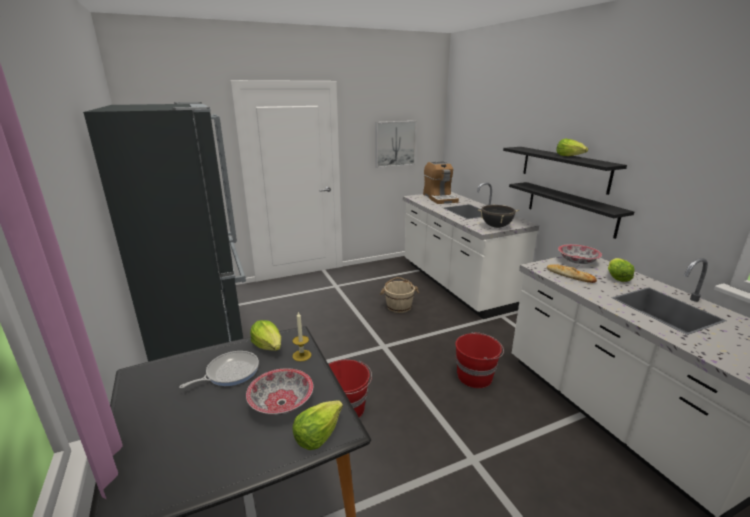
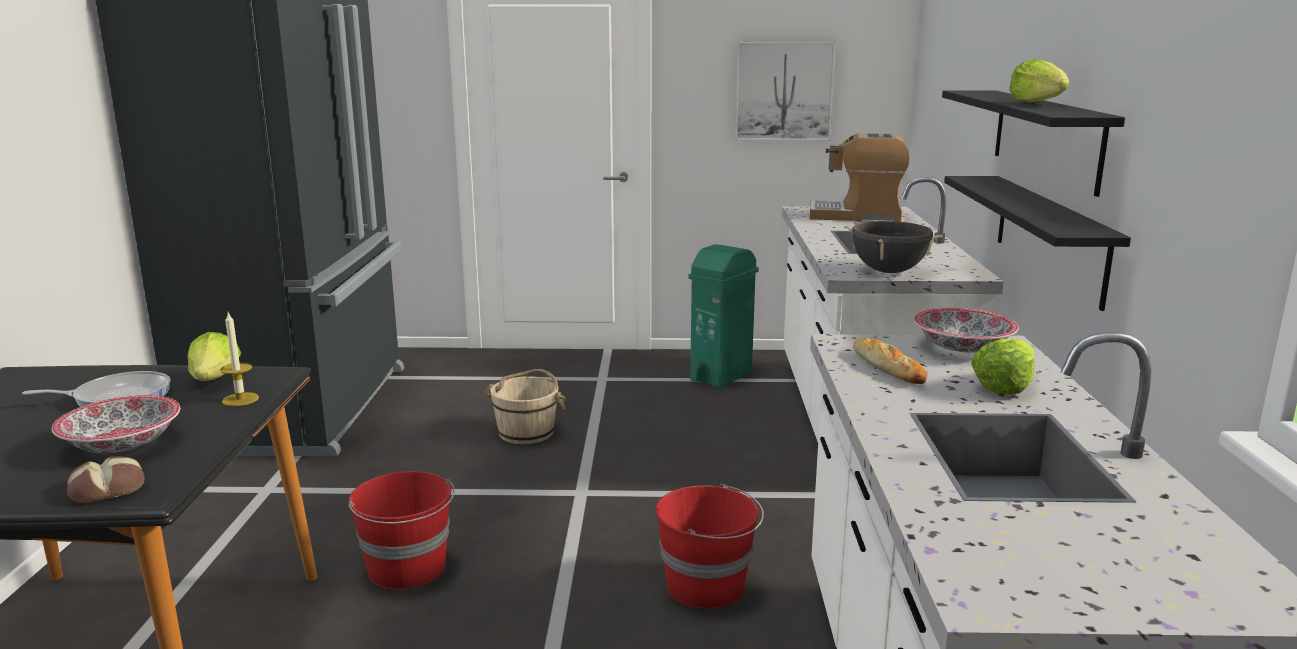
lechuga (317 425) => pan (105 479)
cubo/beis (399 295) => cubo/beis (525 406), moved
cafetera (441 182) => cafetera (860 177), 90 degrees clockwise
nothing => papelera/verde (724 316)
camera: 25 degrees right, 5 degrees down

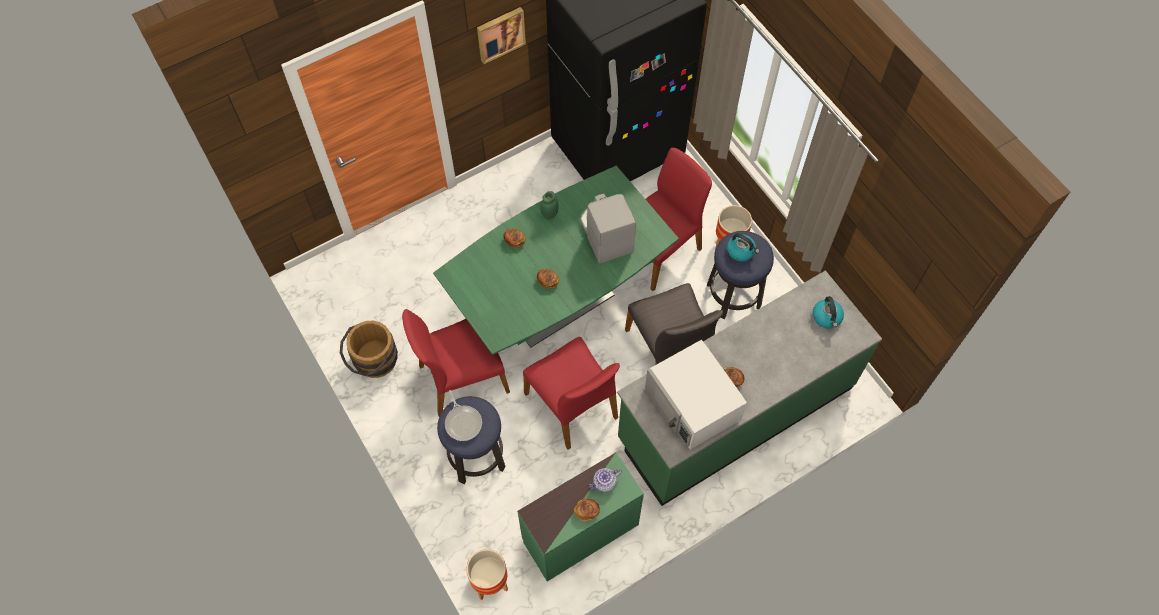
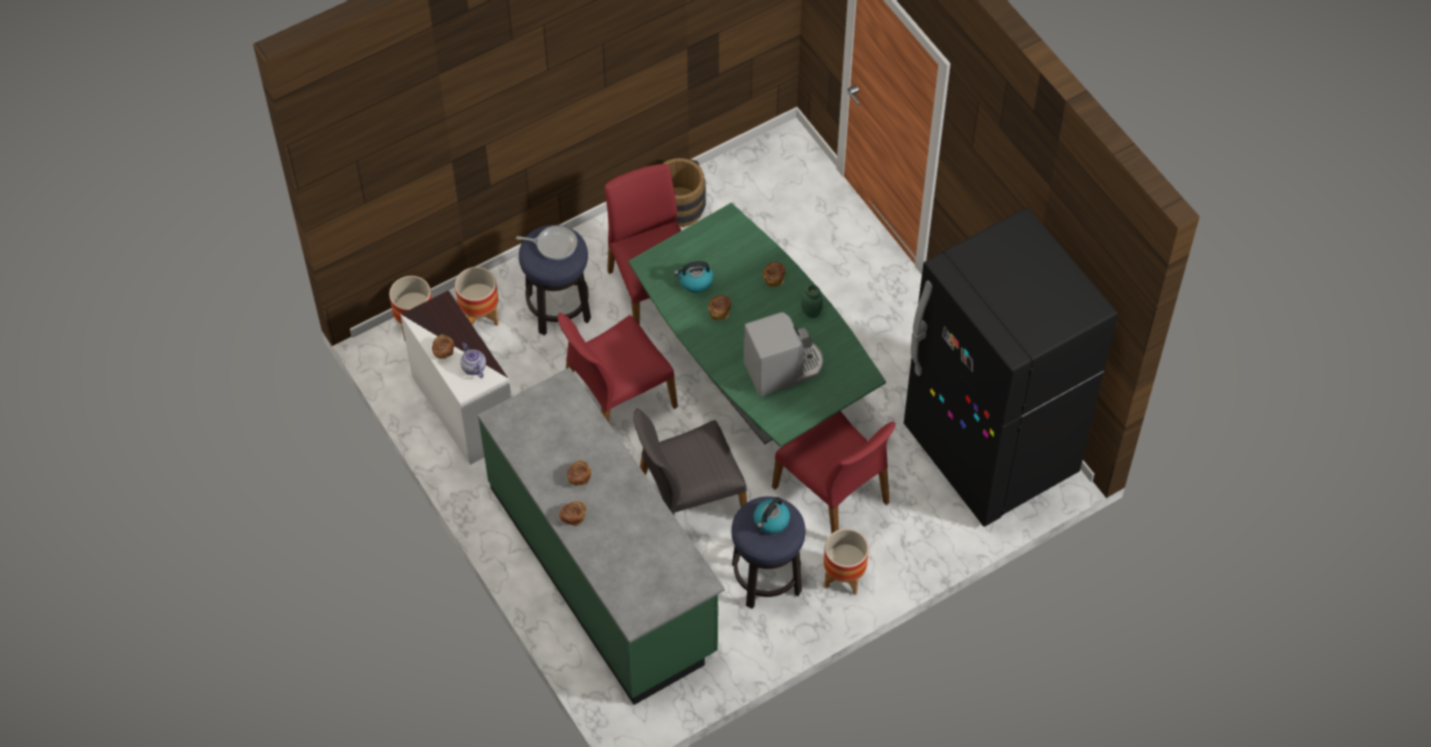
sartén (463 415) => sartén (546 243), 150 degrees counterclockwise
cuadro (501 35) => nothing
cómoda/verde (580 517) => cómoda/blanco (455 377)
microondas/blanco (696 395) => nothing
hervidor (828 312) => hervidor (693 277), moved
nothing => maceta (477 296)
nothing => pan (572 513)
camera: 90 degrees right, 5 degrees down

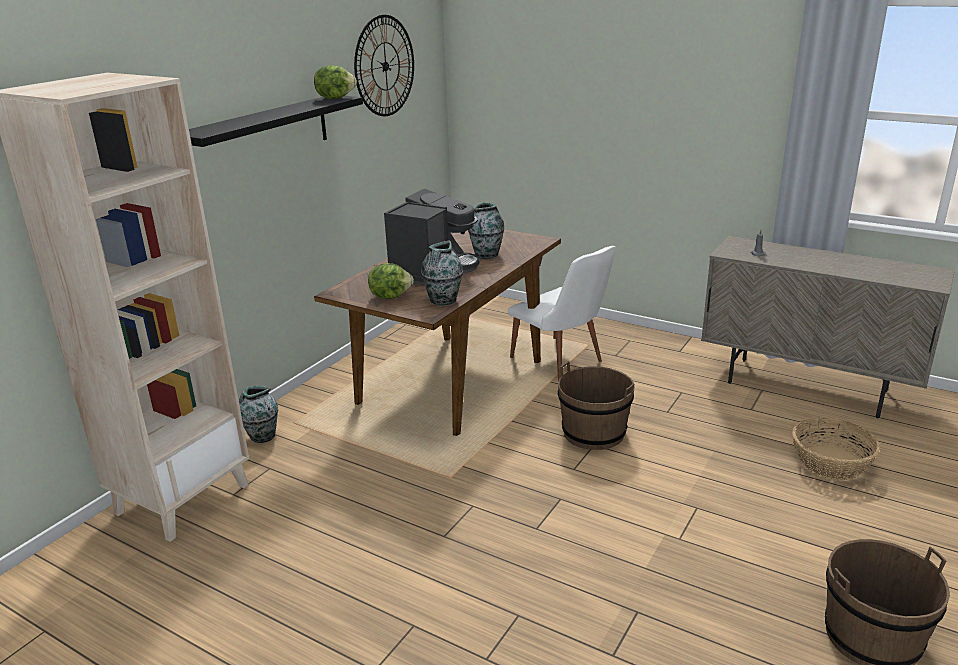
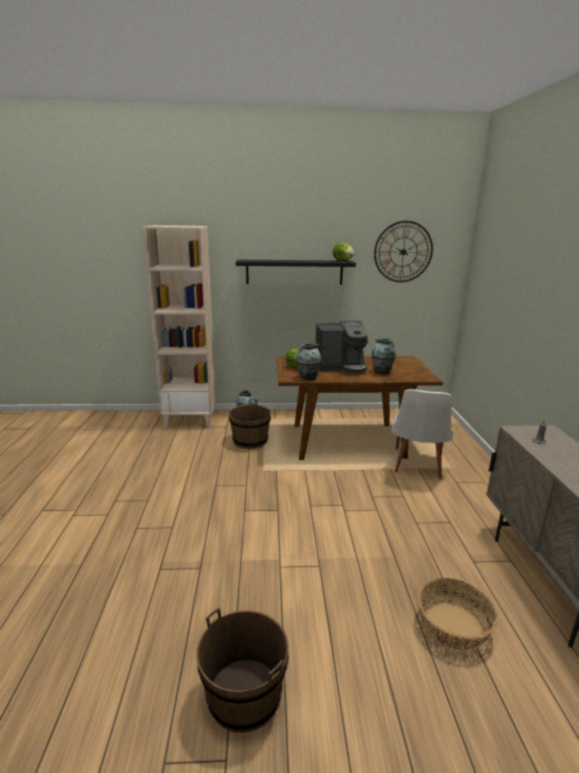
cubo/marrón (596 406) => cubo/marrón (250 424), moved
camera: 55 degrees right, 5 degrees down

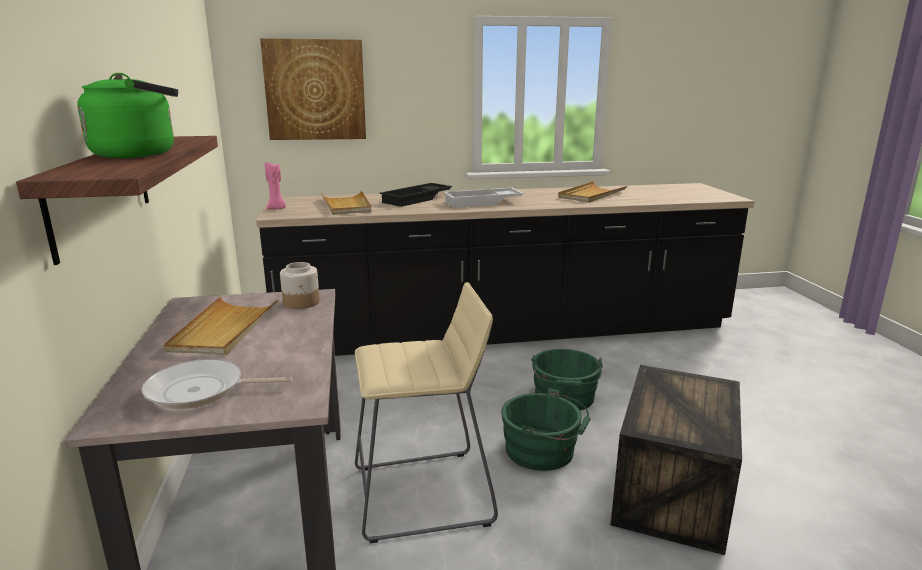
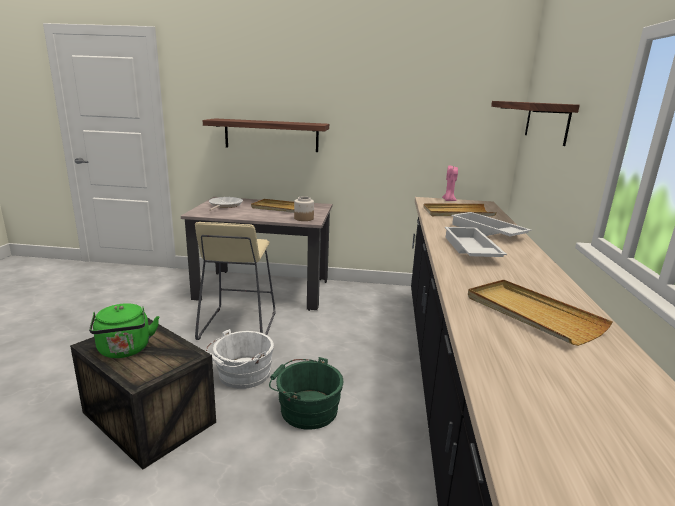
hervidor/verde (127 115) => hervidor/verde (124 330), moved
cuadro (313 89) => estante (535 123)
bandeja/negro (415 195) => bandeja/blanco (491 224)
cubo/verde (546 429) => cubo/blanco (240 359)
camera: 105 degrees right, 0 degrees up

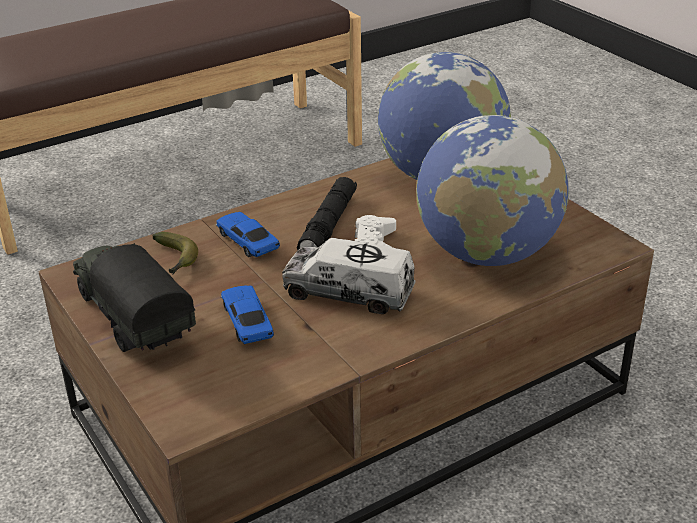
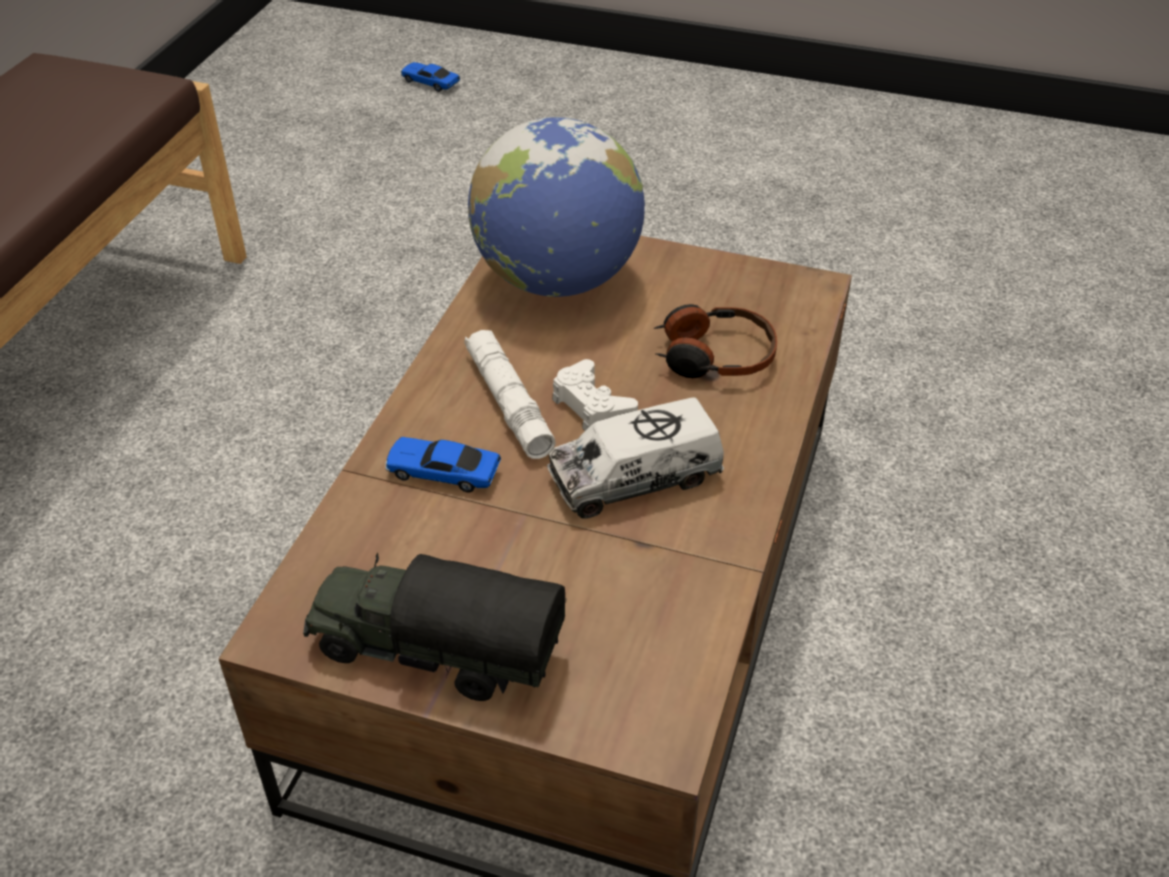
plátano (175 253) => nothing
coche de juguete (247 314) => coche de juguete (430 77), moved
linterna/negro (327 213) => linterna/blanco (510 394)
globo terráqueo (492 190) => auriculares (715 341)
camera: 40 degrees left, 10 degrees up

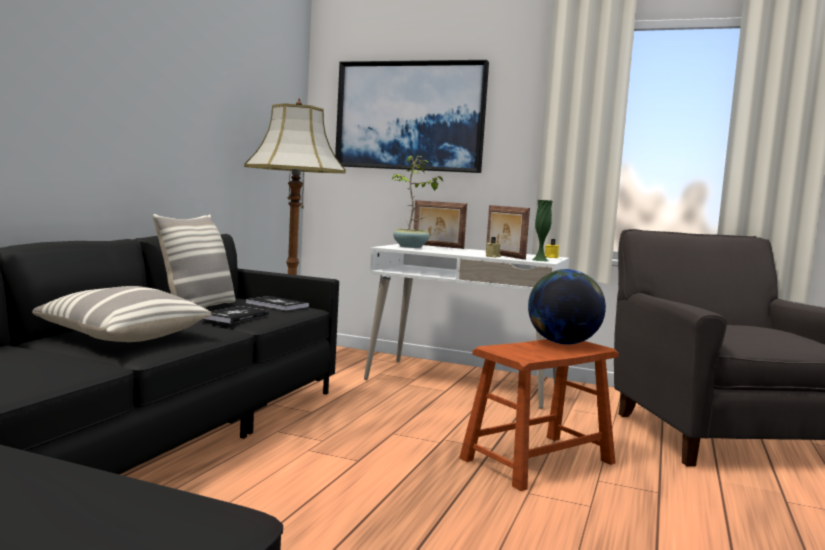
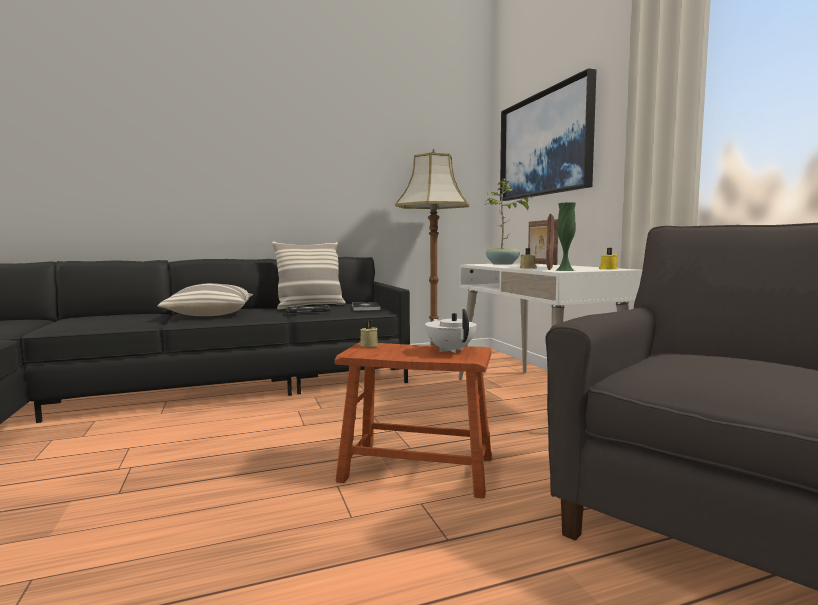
globo terráqueo (567 307) => tetera/blanco (451 331)
nothing => vela/beis (368 333)
camera: 50 degrees right, 0 degrees up

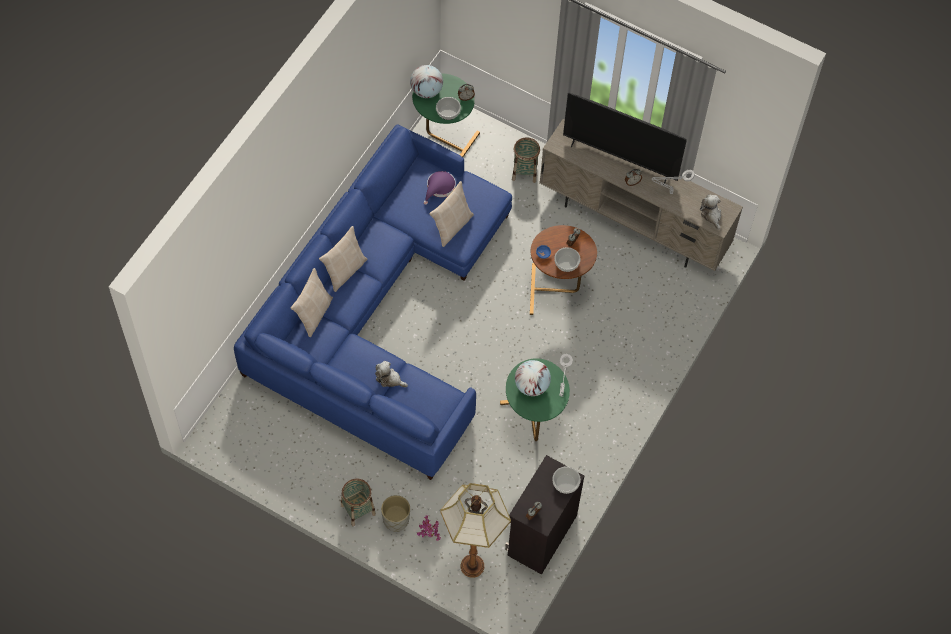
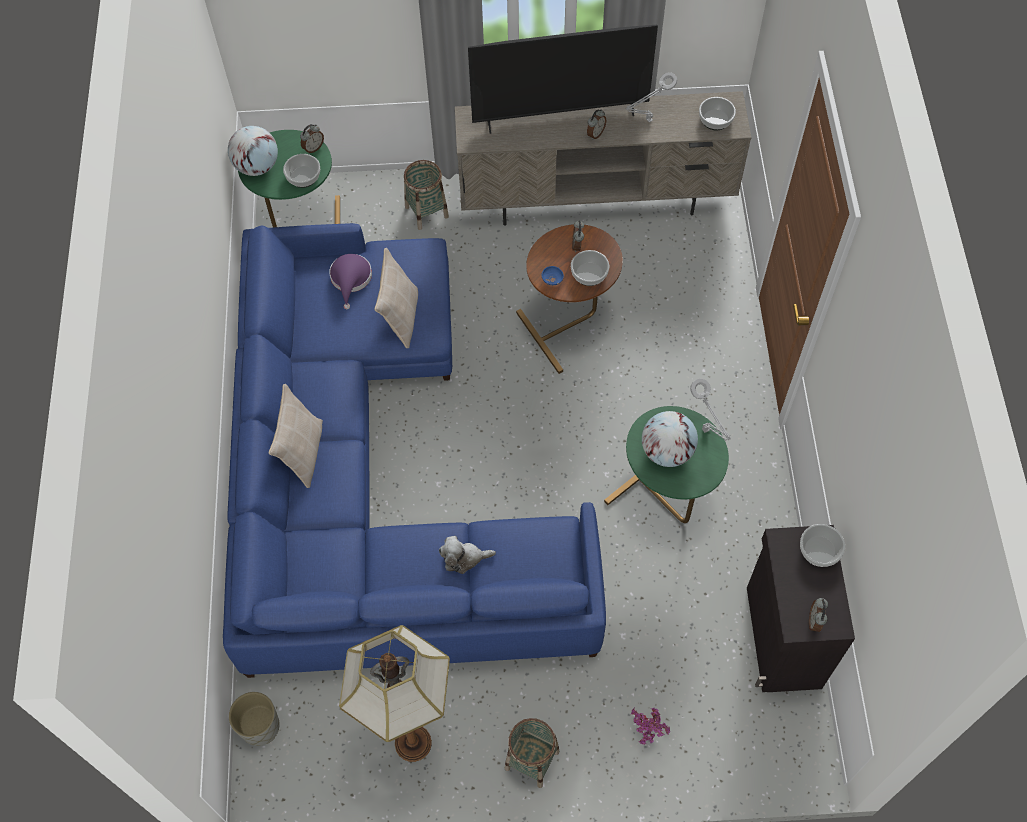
cojín/beis (312 302) => nothing
maceta/gris (395 513) => maceta/gris (254 719), moved
lámpara de pie (475 530) => lámpara de pie (394 693), moved
peluche (710 212) => cuenco (717 113)
camera: 30 degrees left, 0 degrees up

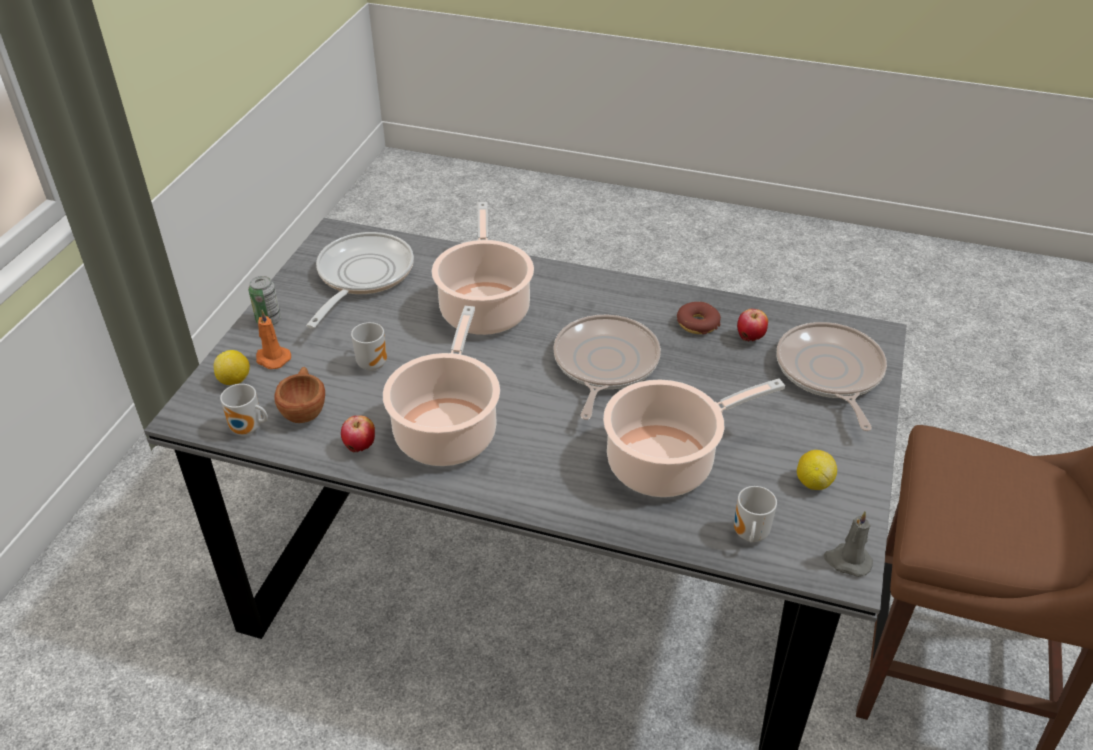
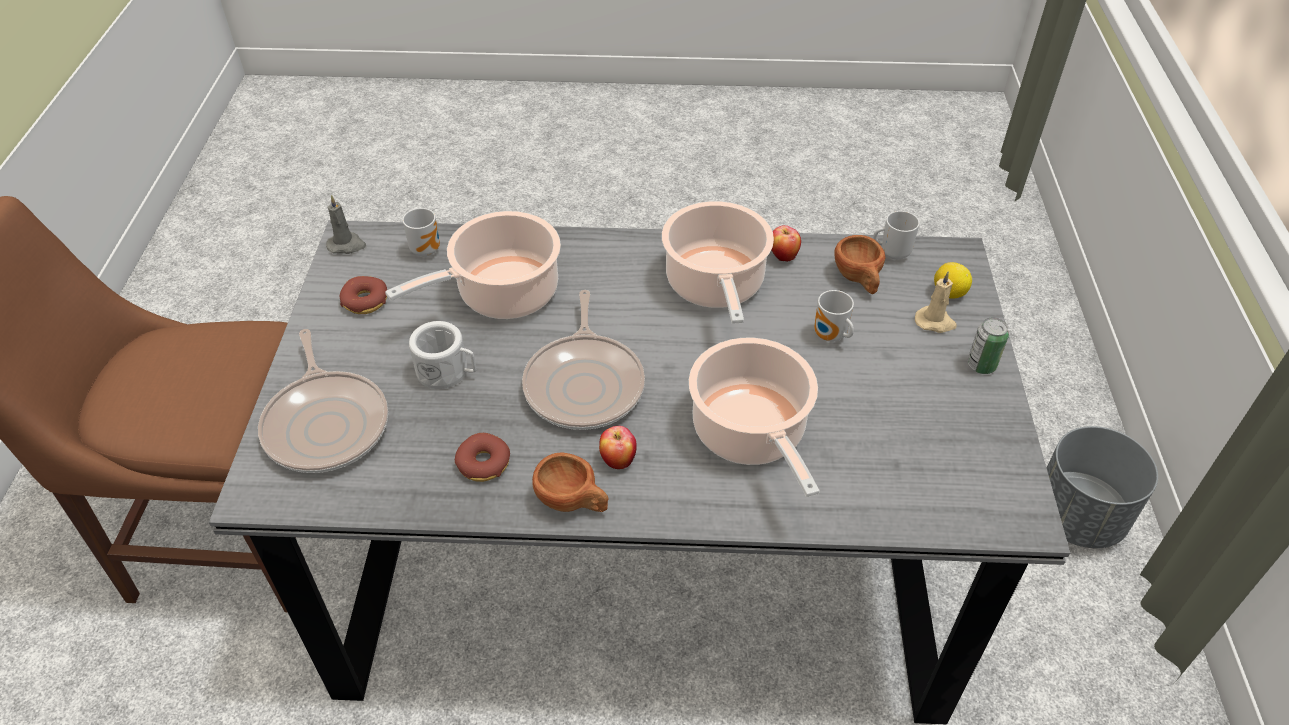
vela/naranja (273 339) => vela/beis (936 302)
sartén (360 280) => nothing
manzana (752 325) => manzana (618 447), moved
limón (817 470) => rosquilla (363 295)
nothing => taza grande/blanco (442 355)
nothing => taza/marrón (570 482)
nothing => maceta/gris (1102 487)
camera: 165 degrees right, 5 degrees up

